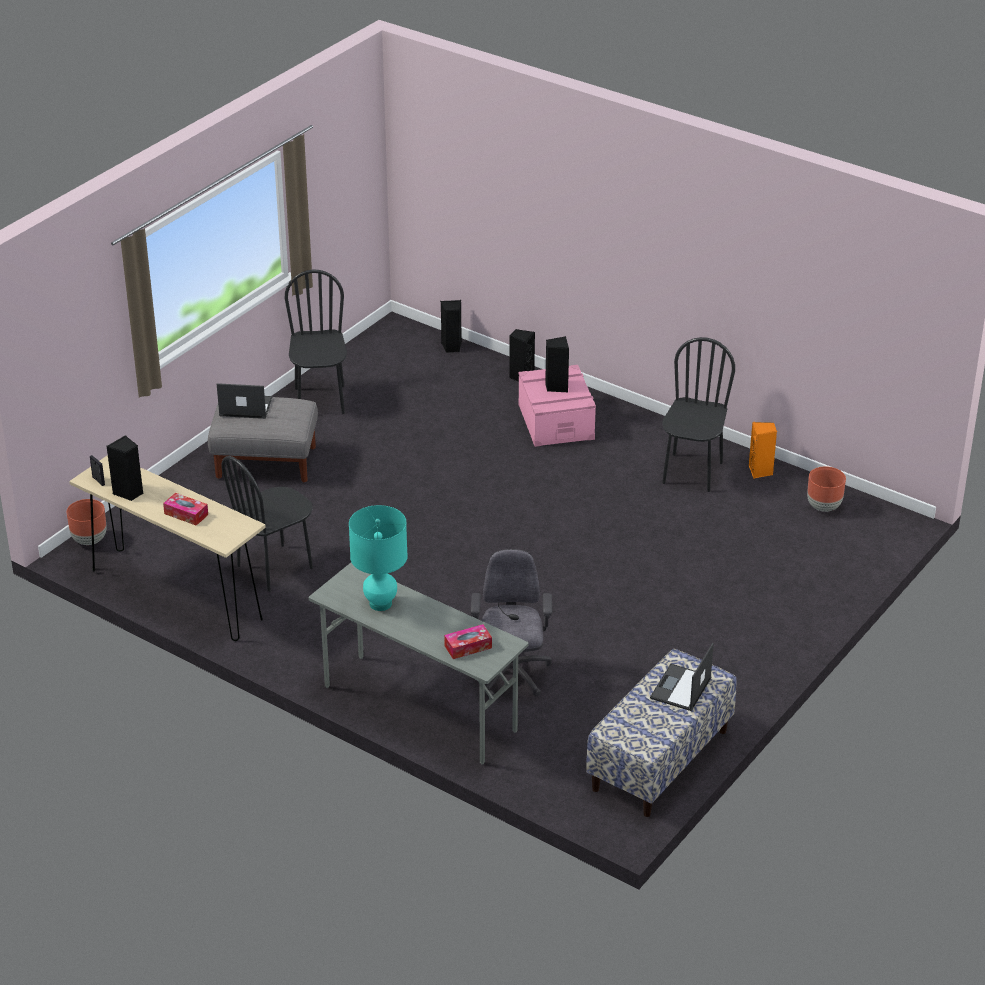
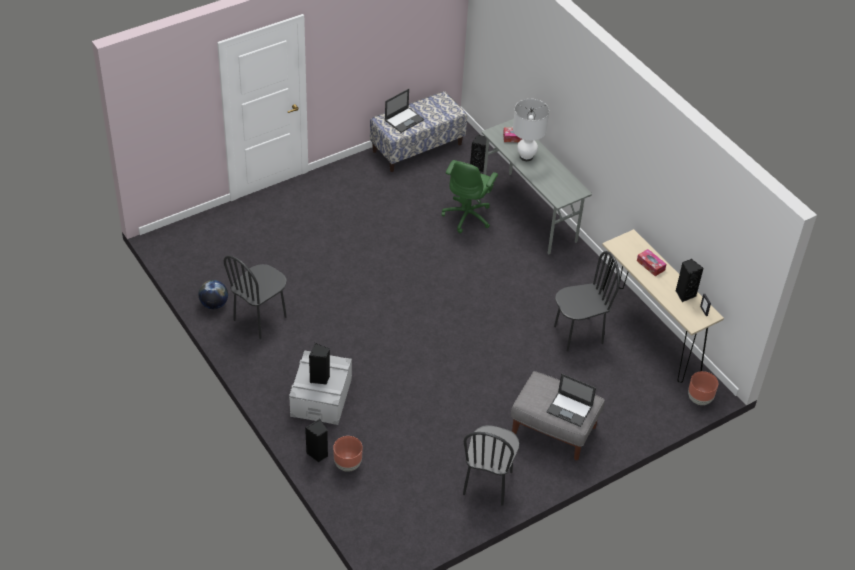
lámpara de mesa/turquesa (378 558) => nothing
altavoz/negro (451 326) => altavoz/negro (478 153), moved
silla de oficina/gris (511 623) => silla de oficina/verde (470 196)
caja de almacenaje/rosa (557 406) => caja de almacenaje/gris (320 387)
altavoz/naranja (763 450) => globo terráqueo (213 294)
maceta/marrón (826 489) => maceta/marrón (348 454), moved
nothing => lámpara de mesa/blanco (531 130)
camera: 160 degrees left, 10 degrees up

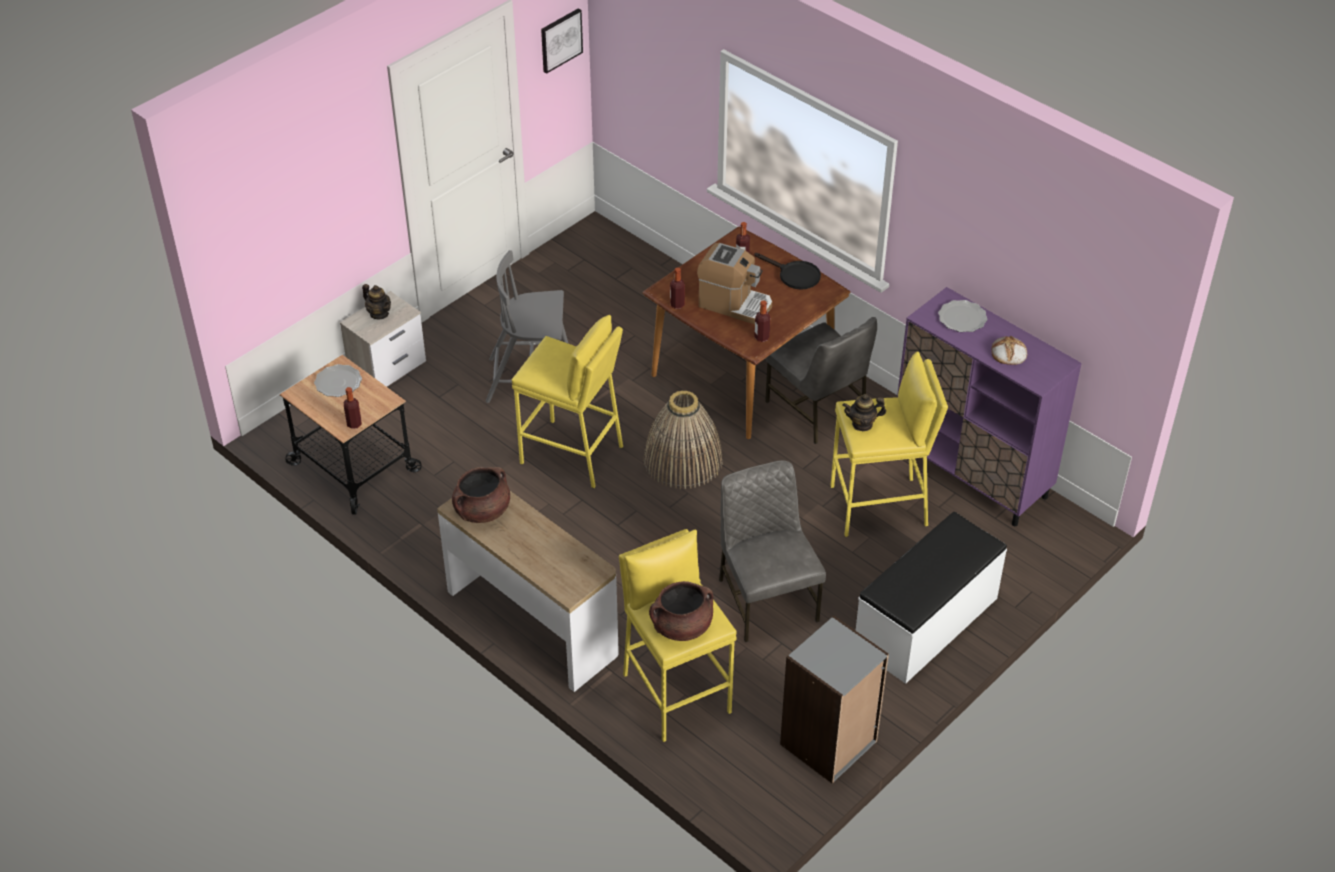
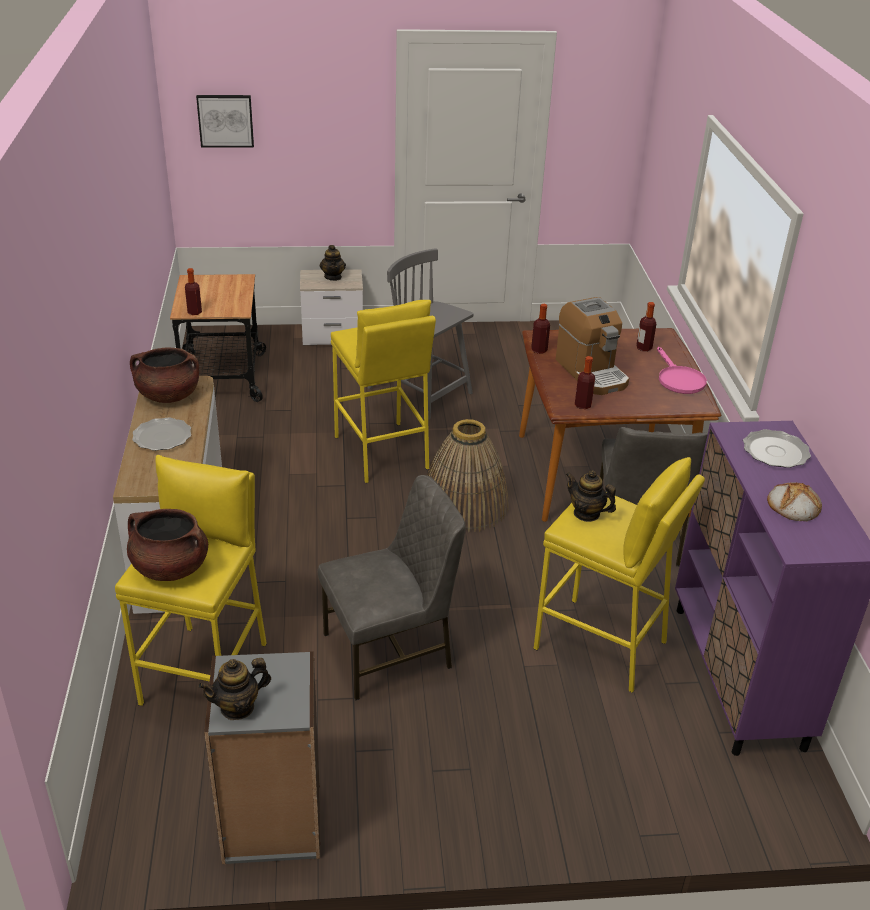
plato (338 380) => plato (161 434), moved
cuadro (562 41) => cuadro (225 121), moved
silla/gris (772 551) => silla/gris (392 587), 45 degrees clockwise
sartén/negro (787 271) => sartén/rosa (682 370)
banco/blanco (931 598) => nothing
nothing => tetera (234 689)
camera: 40 degrees right, 10 degrees down

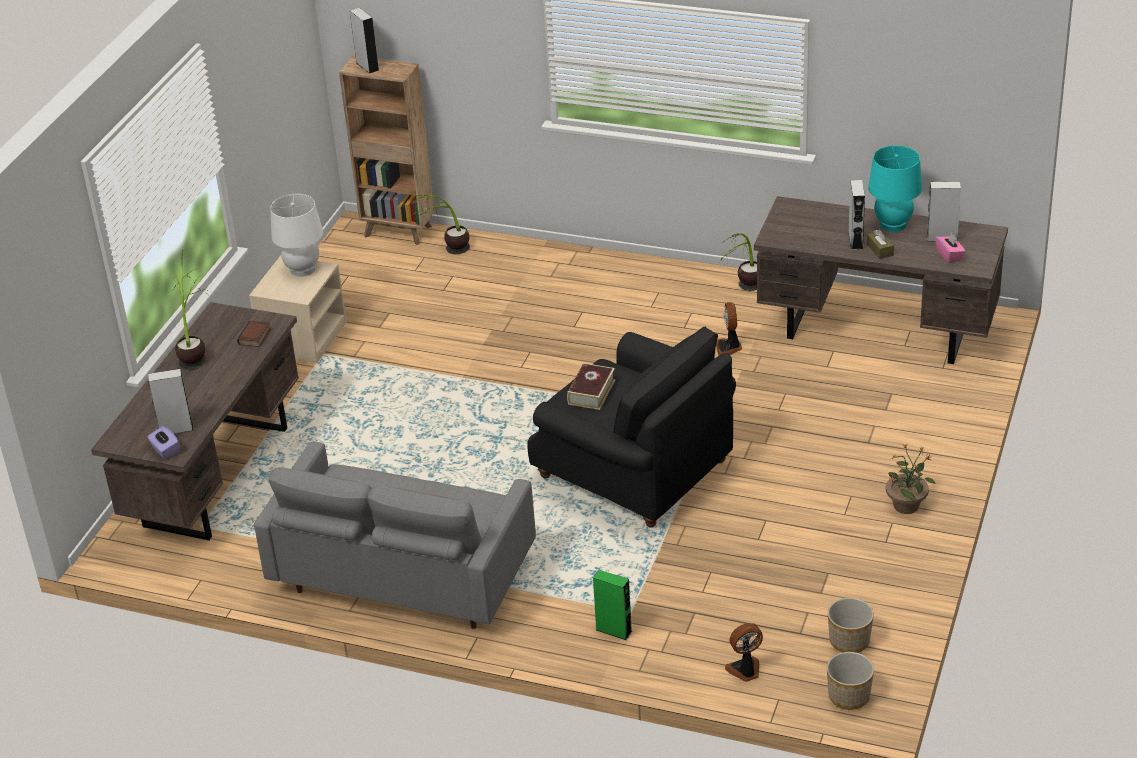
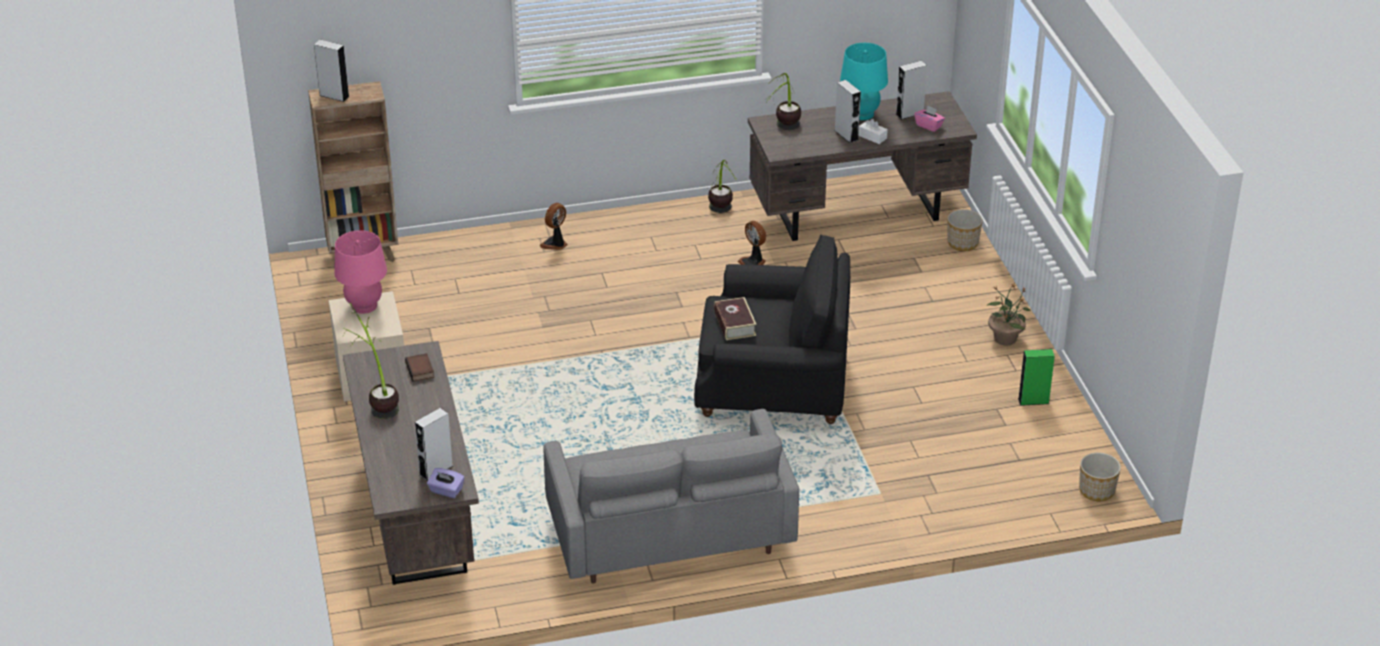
lámpara de mesa/blanco (296 235) => lámpara de mesa/rosa (360 272)
planta en maceta (440 224) => planta en maceta (783 101), moved
altavoz/verde (612 605) => altavoz/verde (1036 377), moved
ventilador (744 652) => ventilador (554 226), moved
maceta (851 625) => maceta (965 230), moved
caja de pañuelos/marrón (880 244) => caja de pañuelos/blanco (873 131)
camera: 35 degrees left, 0 degrees up

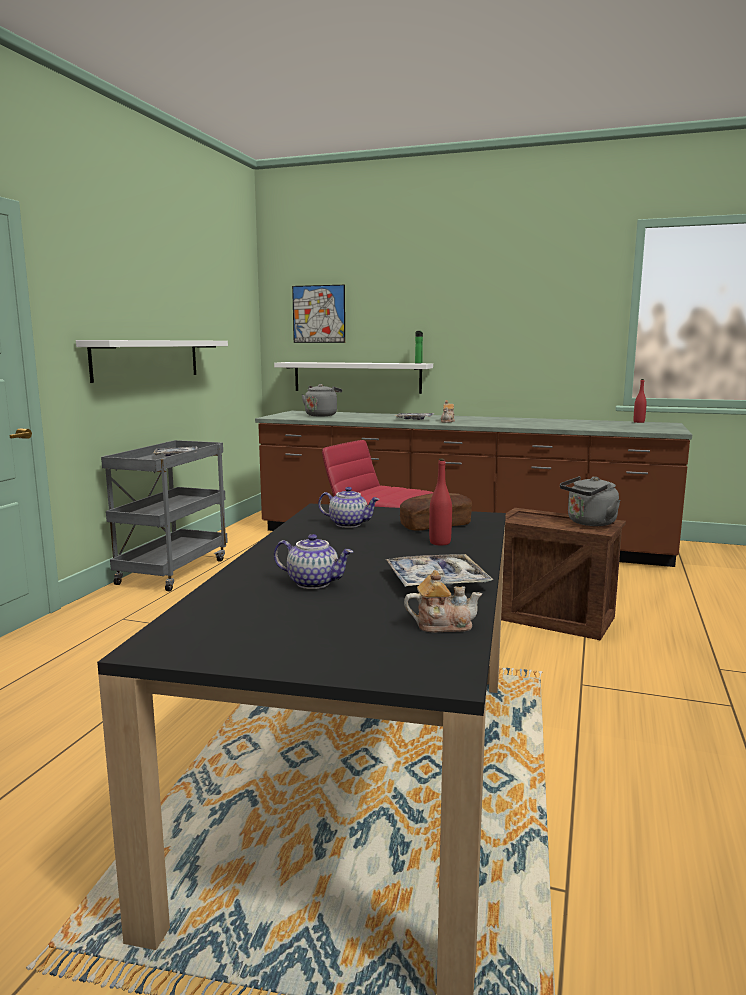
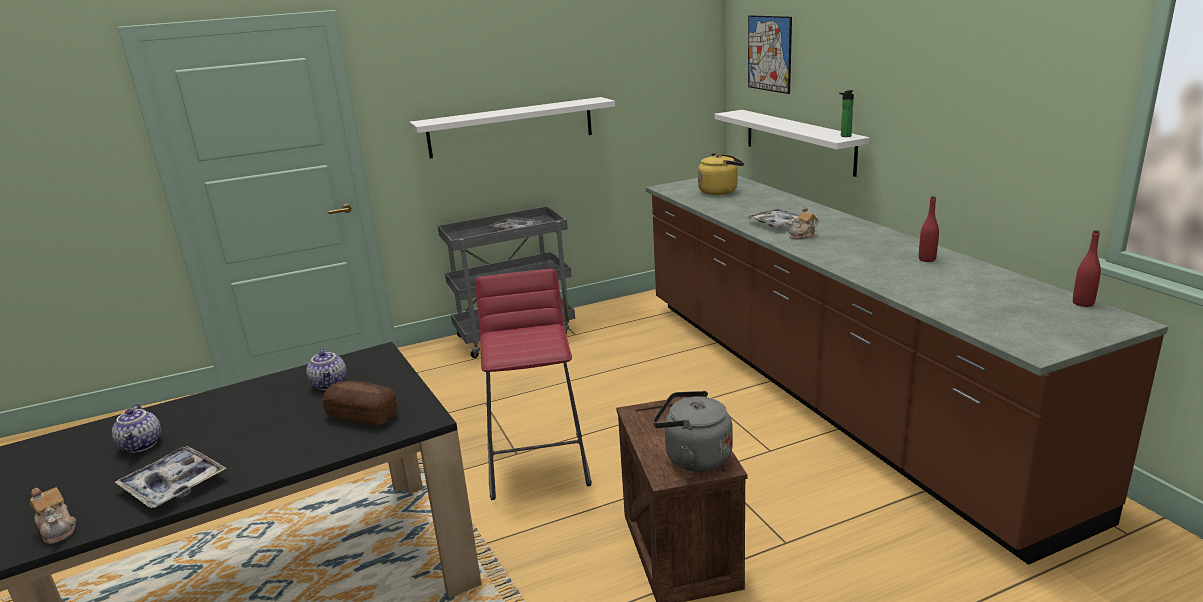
hervidor/gris (322 400) => hervidor/amarillo (721 174)
botella/rojo (440 502) => botella/rojo (929 229), moved
camera: 50 degrees right, 10 degrees up

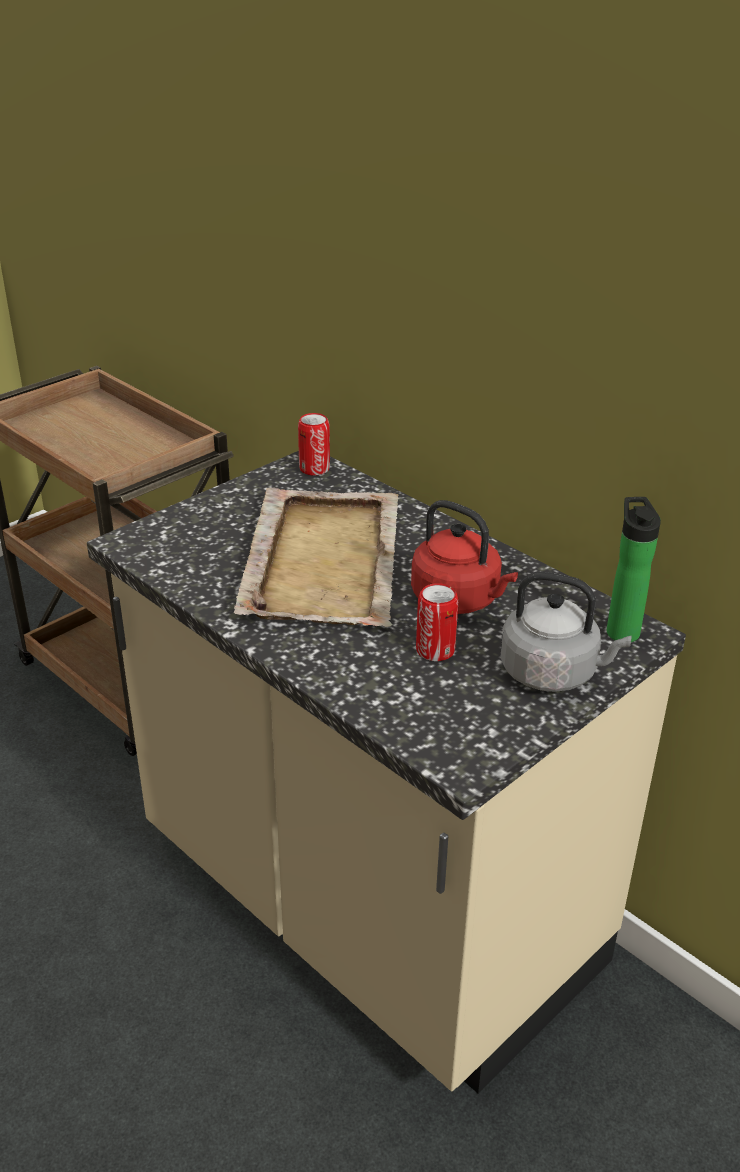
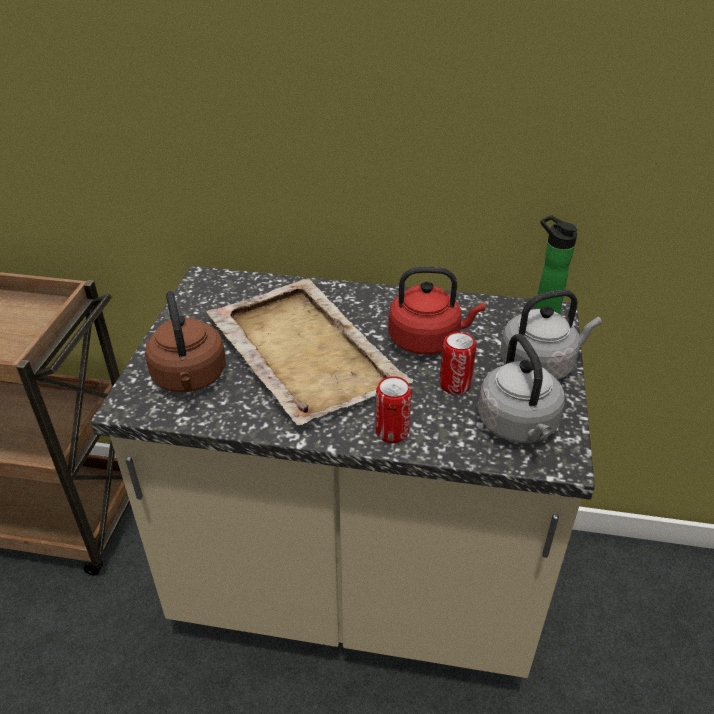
lata (314 444) => lata (393 409), moved
nothing => hervidor/marrón (185 341)
nothing => hervidor/gris (521 388)
camera: 35 degrees left, 5 degrees up

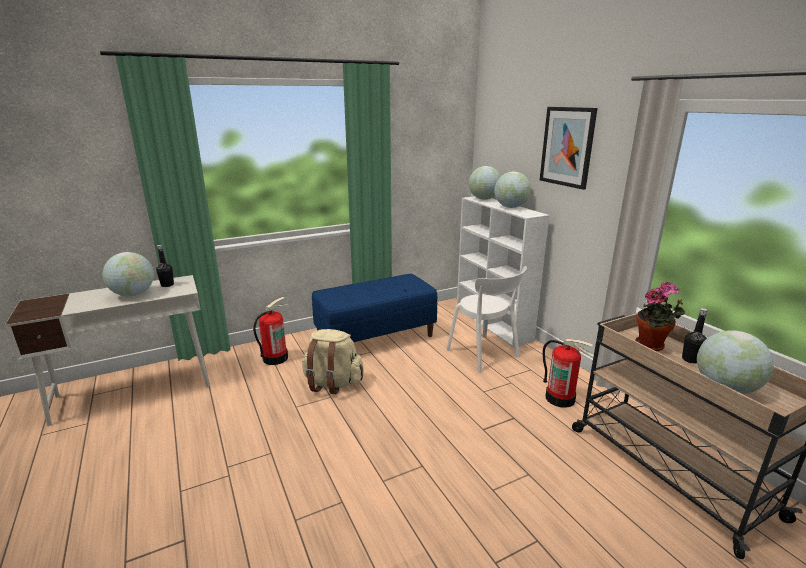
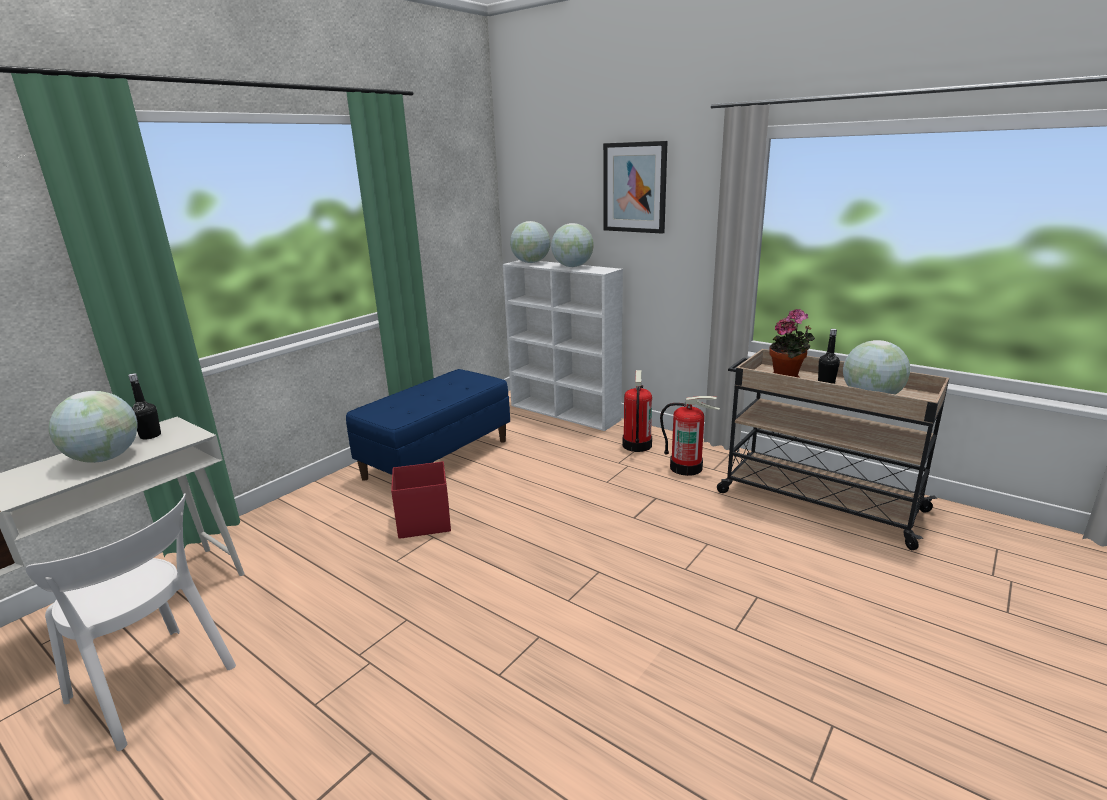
extintor (270 331) => extintor (637 411), moved
mochila/beis (333 361) => caja de almacenaje/rojo (421 500)
silla/blanco (486 319) => silla/blanco (131 622), moved
camera: 25 degrees left, 0 degrees up

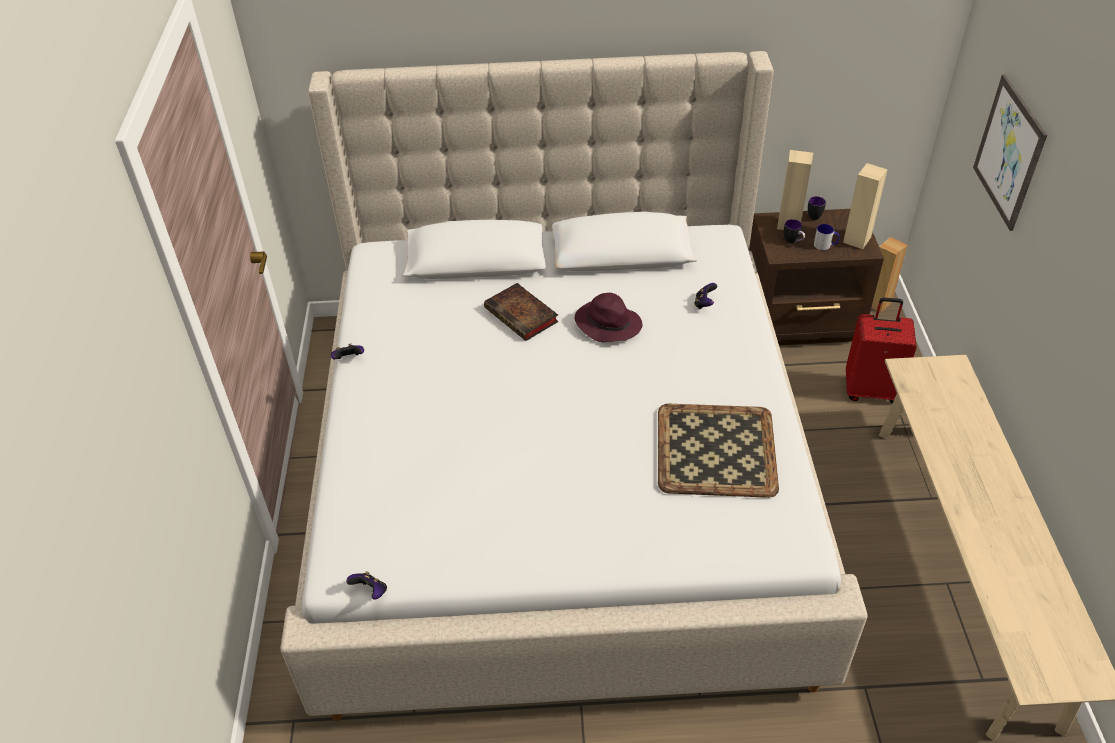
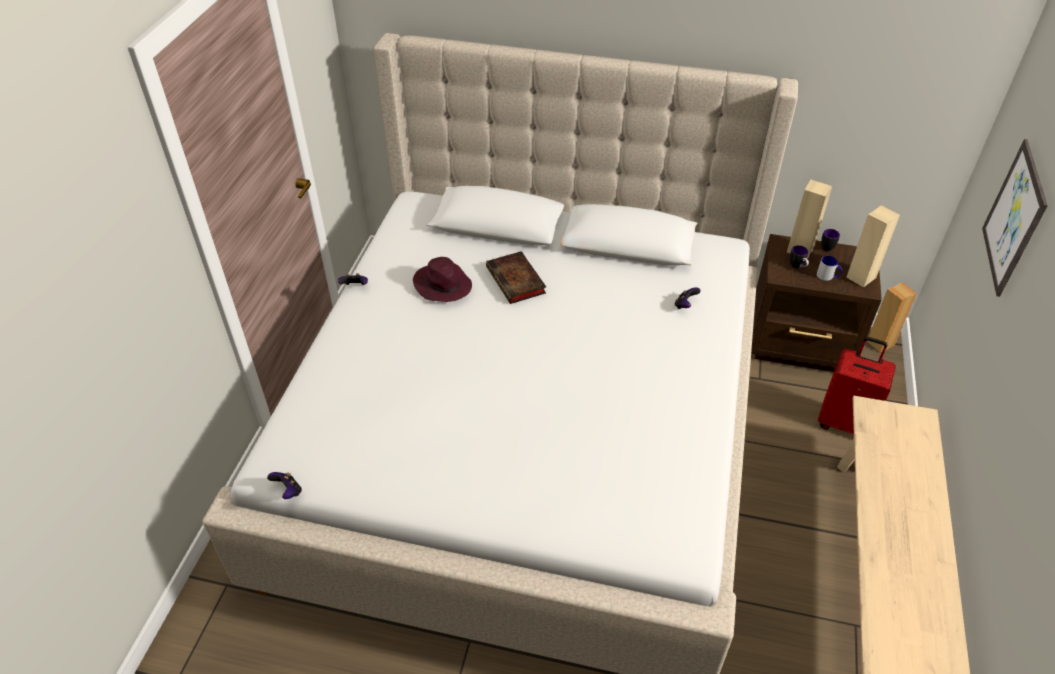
sombrero/morado (608 317) => sombrero/morado (442 279), moved
bandeja (718 451) => nothing
camera: 15 degrees right, 0 degrees up

